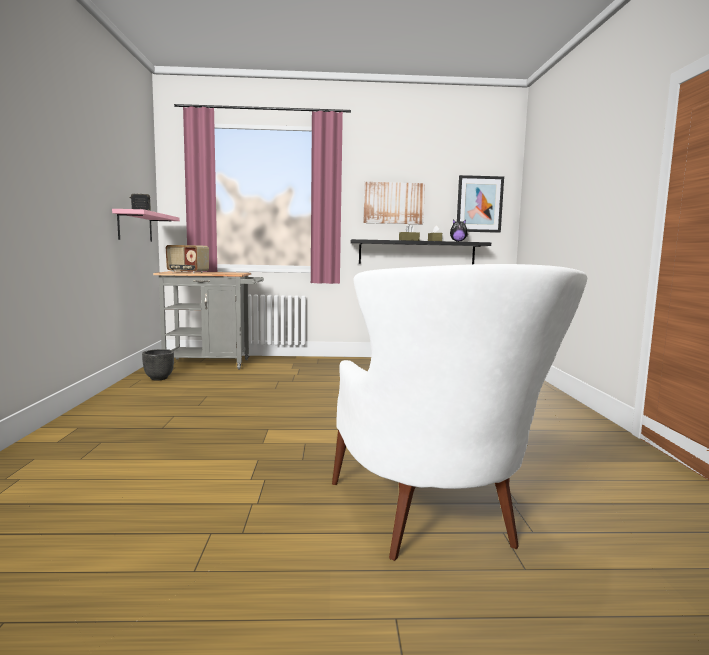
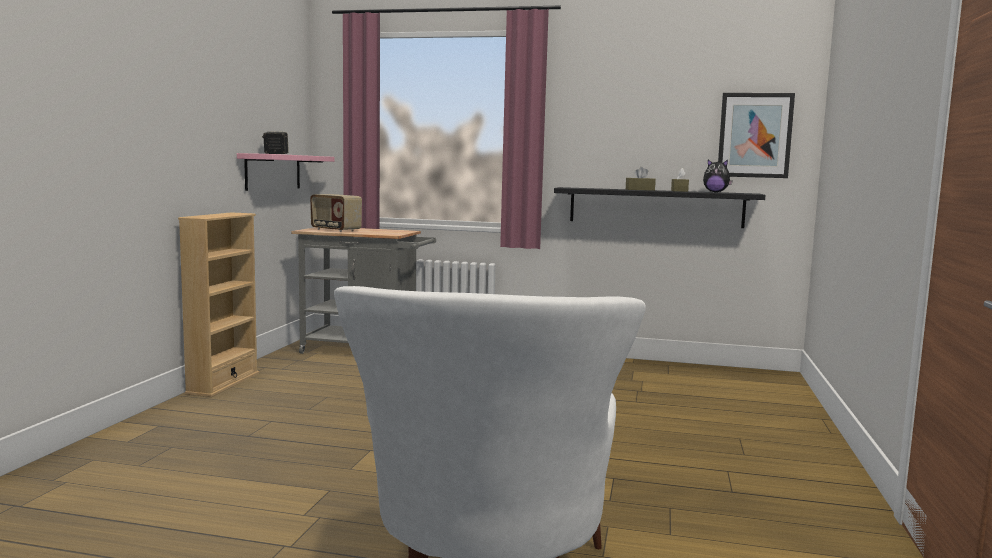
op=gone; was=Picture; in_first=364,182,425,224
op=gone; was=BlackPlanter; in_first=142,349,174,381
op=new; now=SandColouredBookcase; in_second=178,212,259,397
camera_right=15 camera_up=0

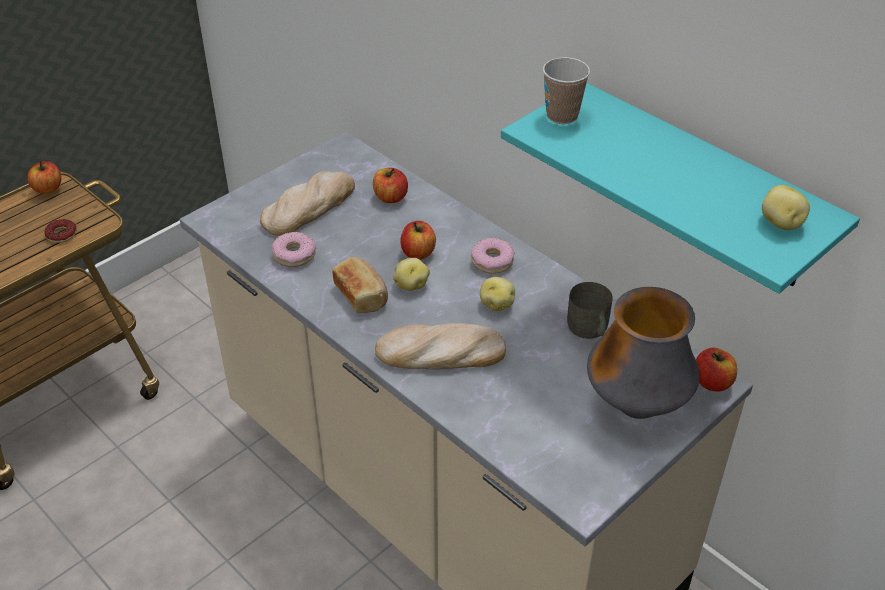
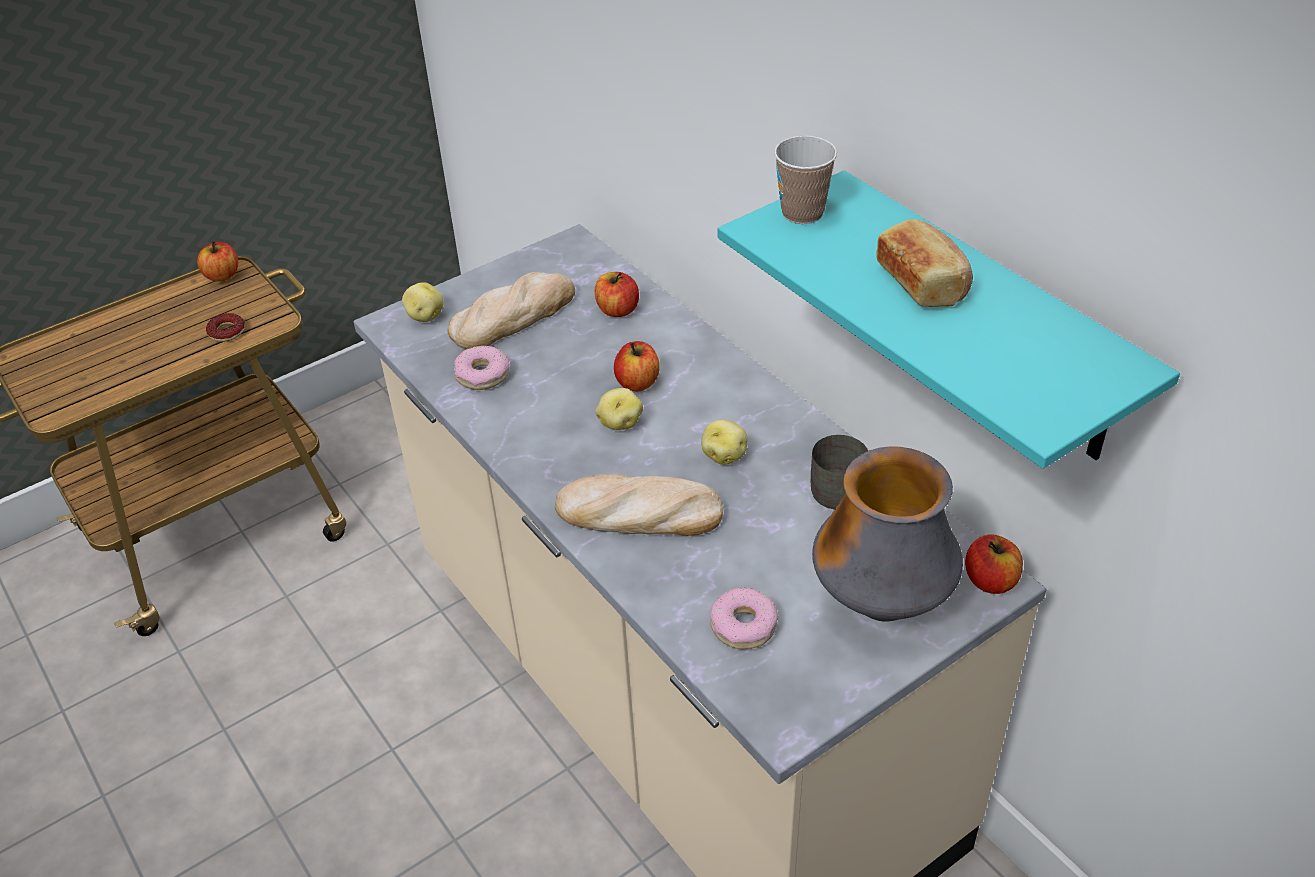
op=shifted; was=WholePotato; in_first=762,185,810,230; in_second=402,282,444,322
op=shifted; was=Doughnut; in_first=471,238,515,274; in_second=710,587,778,649
op=shifted; was=BakeryBread; in_first=332,257,388,313; in_second=876,219,973,307
camera_right=10 camera_up=0

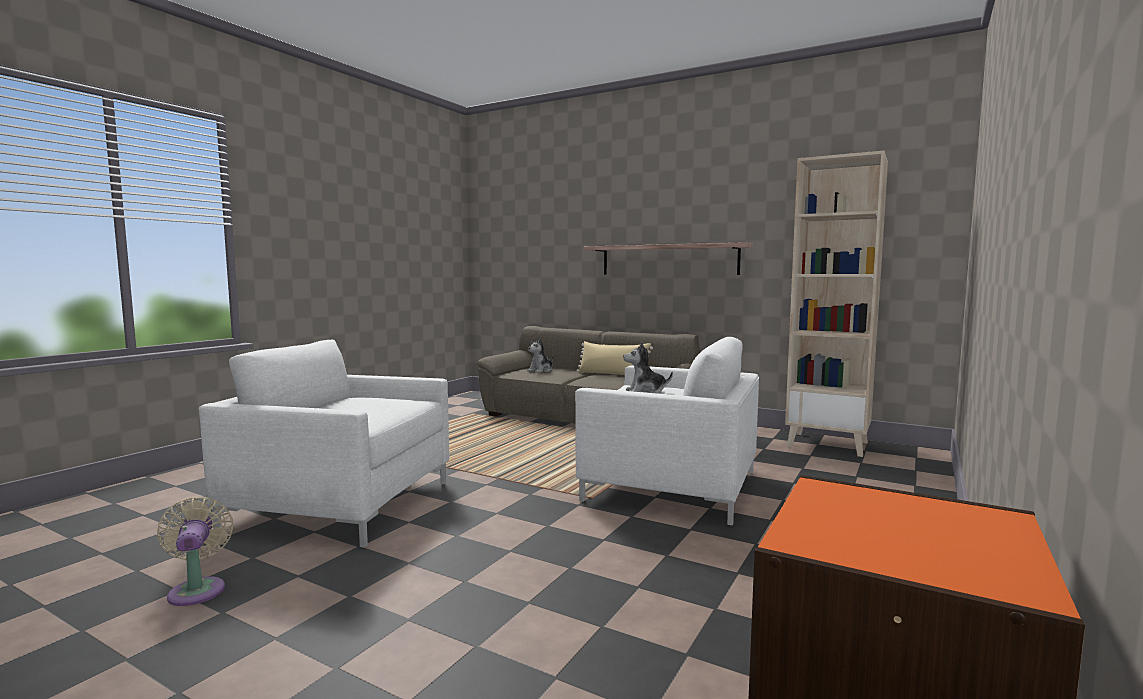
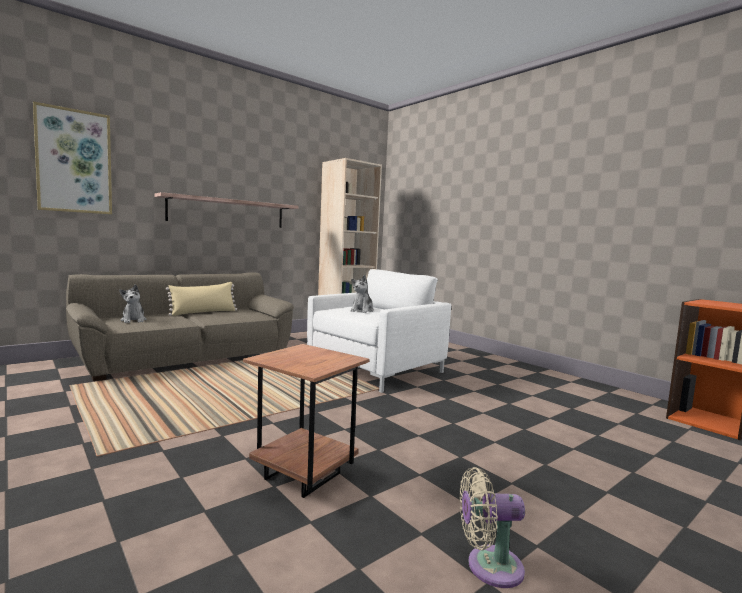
op=swapped; was=WhiteEasyChair; now=BrownishAccentTable; in_first=199,339,449,548; in_second=243,344,370,498
op=new; now=Picture; in_second=33,101,112,214
camera_right=-70 camera_up=0

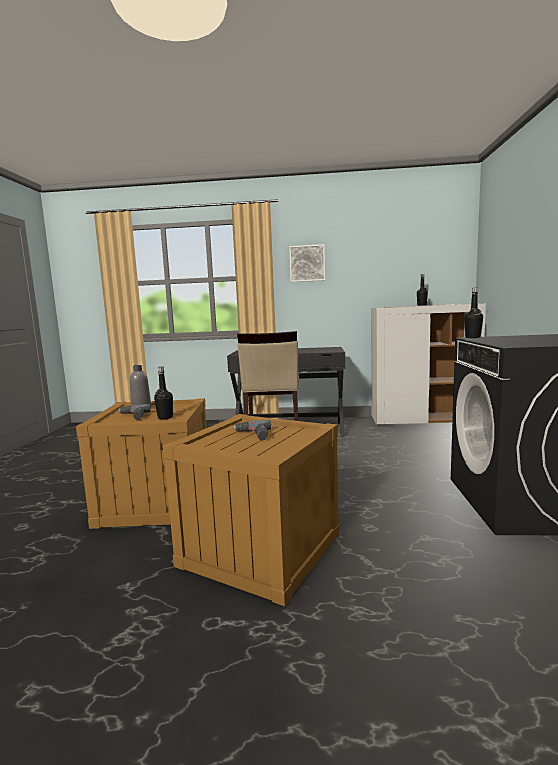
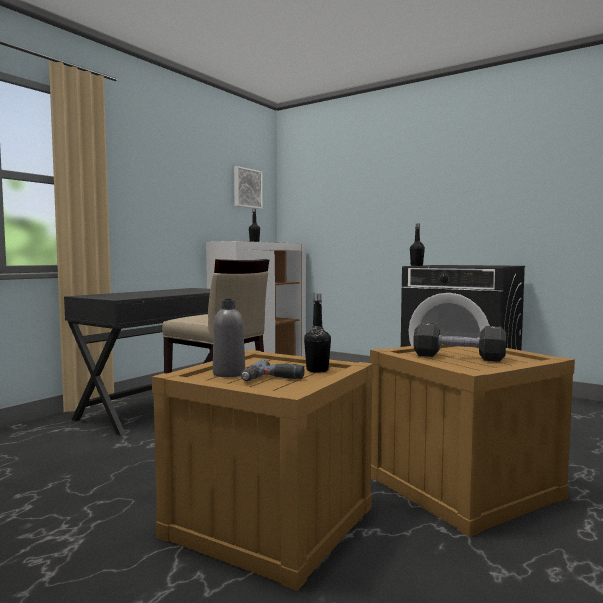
op=shifted; was=Picture; in_first=289,244,325,282; in_second=234,166,263,209
op=swapped; was=PowerDrill; now=BlackHandWeight; in_first=233,420,271,440; in_second=413,323,506,362
camera_right=-60 camera_up=-5

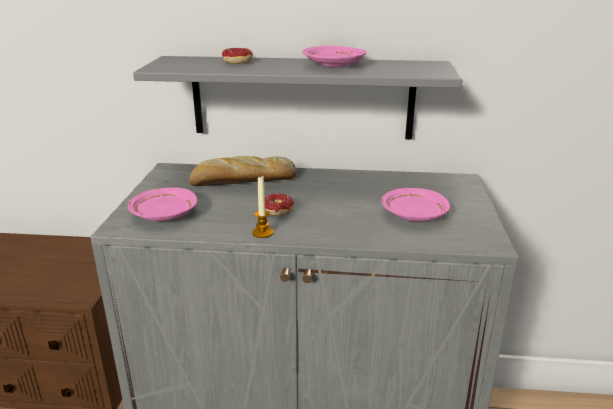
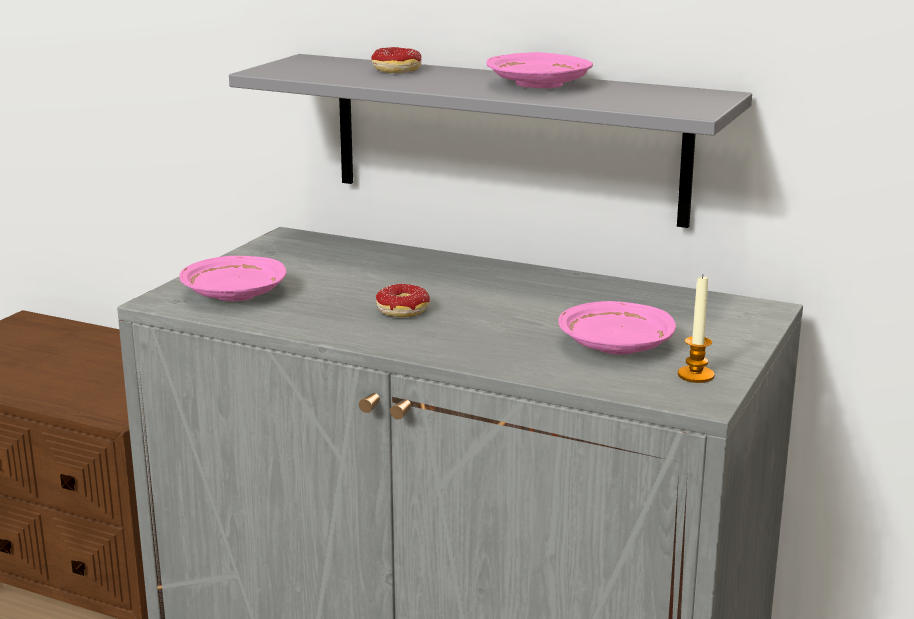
op=gone; was=BakeryBread; in_first=189,156,296,186
op=shifted; was=WaxLight; in_first=252,175,274,238; in_second=678,275,715,383
camera_right=20 camera_up=-5

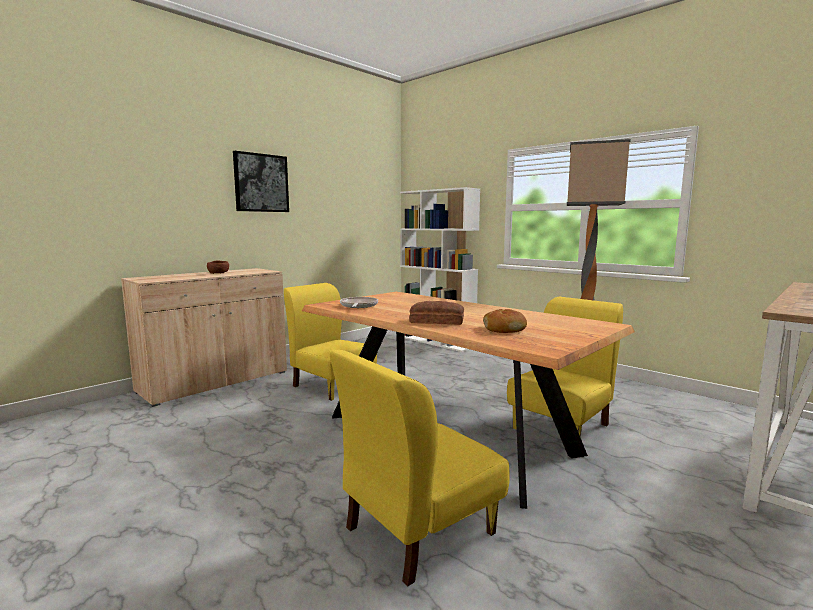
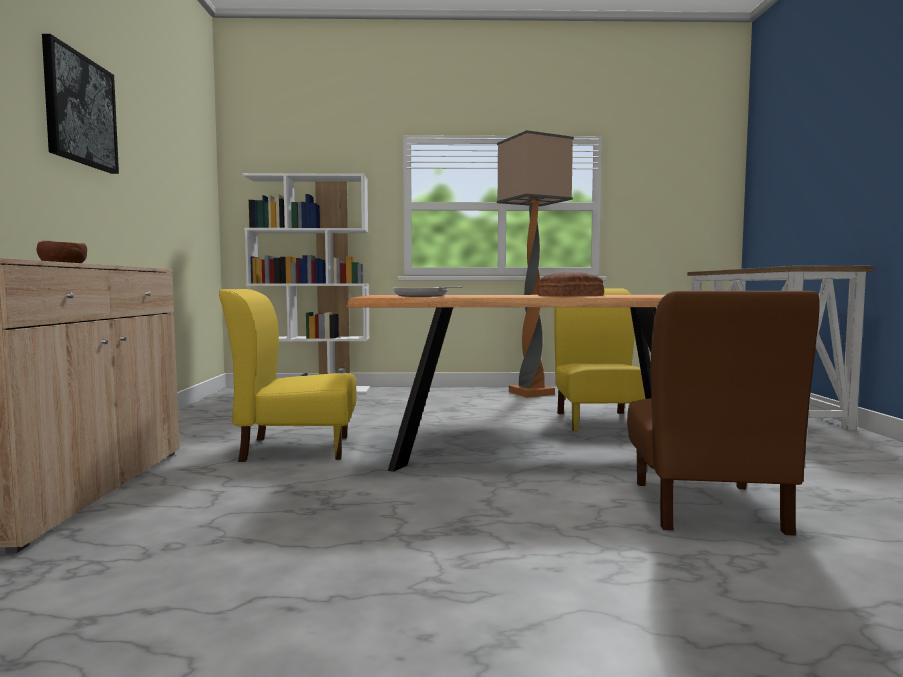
op=gone; was=BakeryBread; in_first=483,309,527,333
op=repainted; was=YellowColouredChair; now=BrownishChair; in_first=330,350,509,586; in_second=627,291,820,536
camera_right=-45 camera_up=-5

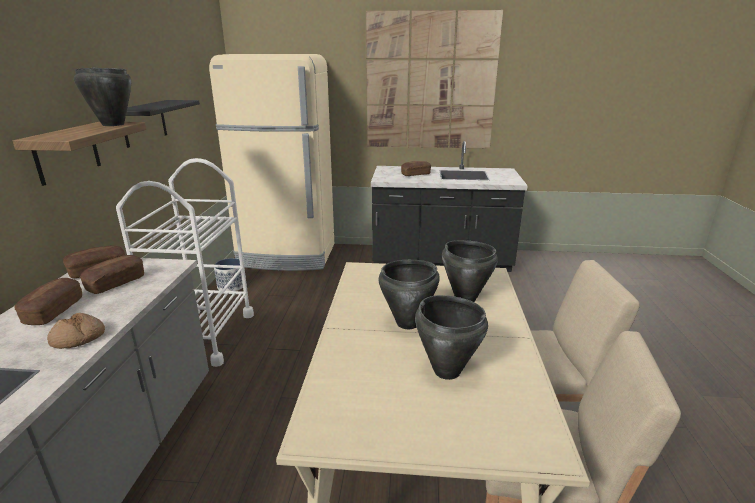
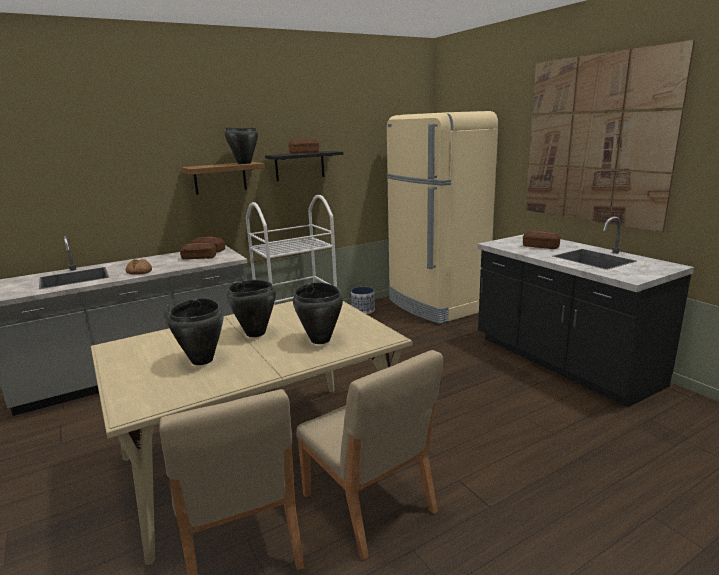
op=shifted; was=BakeryBread; in_first=14,278,82,325; in_second=288,139,319,154
camera_right=55 camera_up=-5

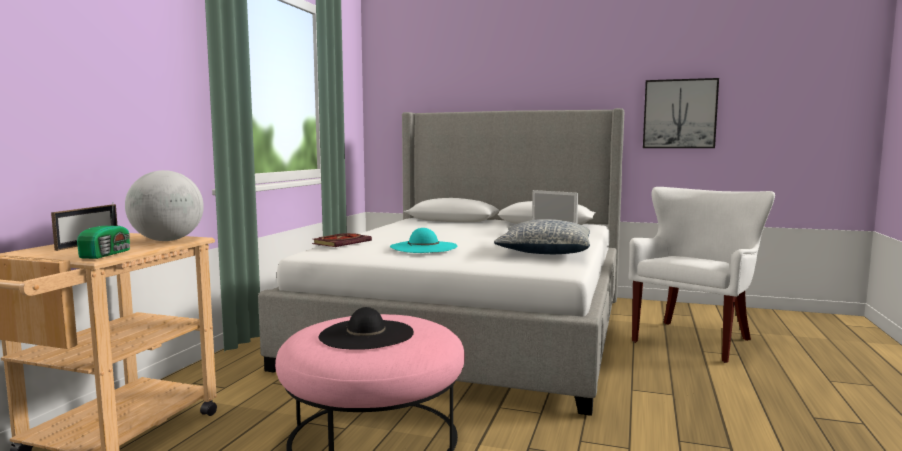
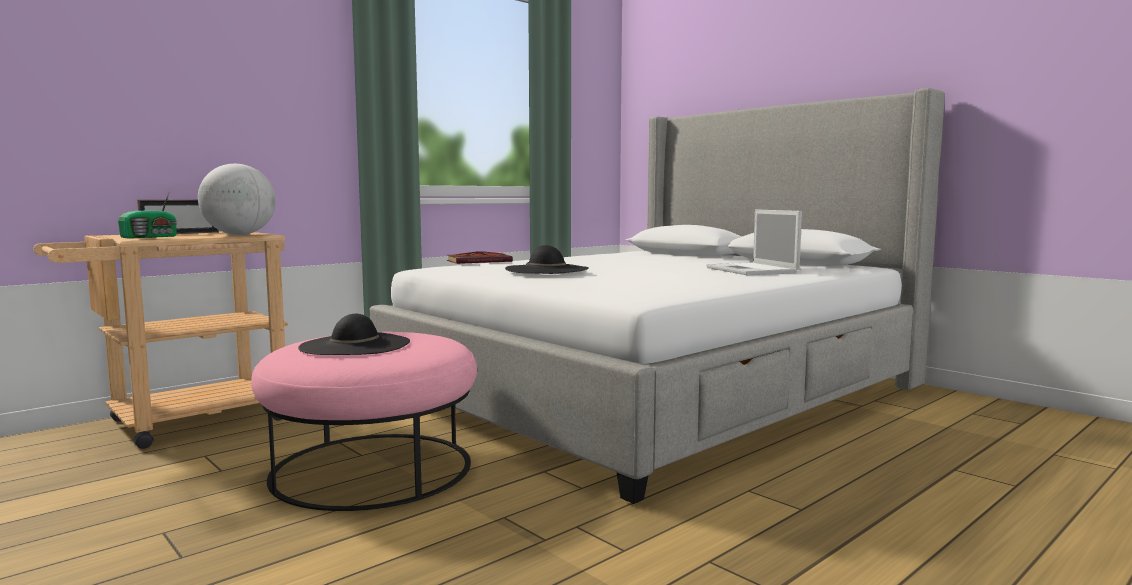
op=gone; was=Picture; in_first=643,78,719,148
op=gone; was=WhiteEasyChair; in_first=629,187,775,363
op=gone; was=Pillow; in_first=494,219,590,254
op=repainted; was=TurquoiseWearableHat; now=BlackWearableHat; in_first=390,228,457,253; in_second=505,245,589,274
camera_right=30 camera_up=0

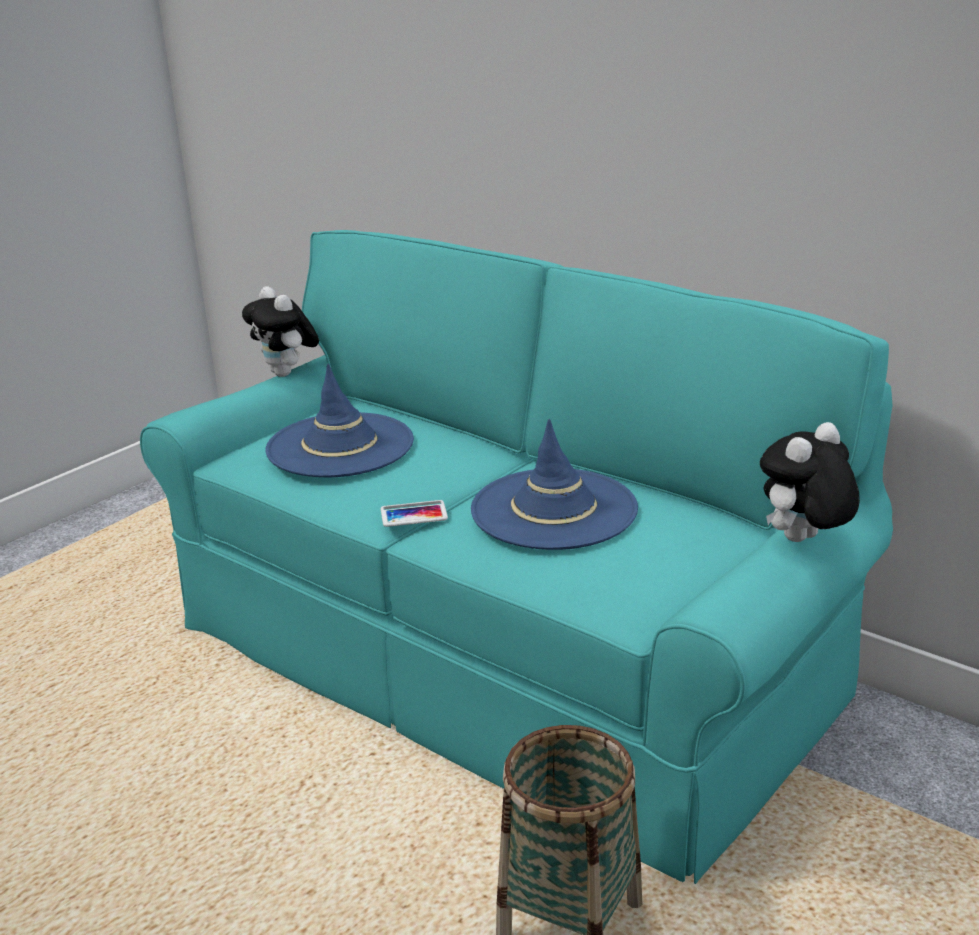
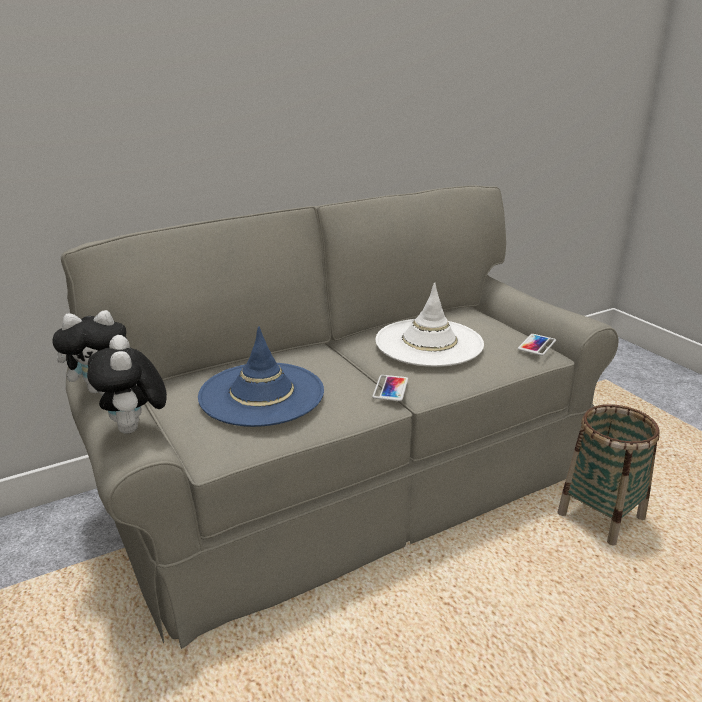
op=repainted; was=TurquoiseSofa; now=GreyishSofa; in_first=140,230,893,884; in_second=61,185,618,649
op=repainted; was=BlueWearableHat; now=WhiteWearableHat; in_first=471,419,638,550; in_second=376,282,484,367
op=shifted; was=SoftToy; in_first=760,422,860,542; in_second=87,335,167,434
op=new; now=Phone; in_second=518,334,556,356
camera_right=-70 camera_up=0

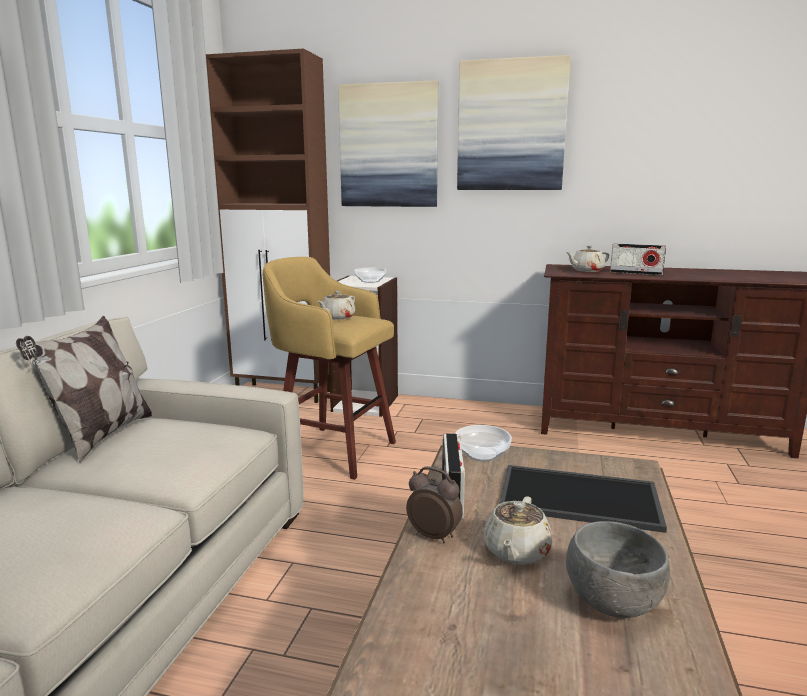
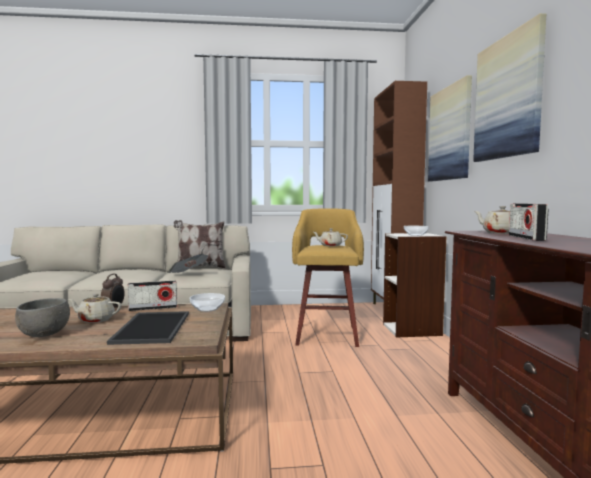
op=new; now=Newspaper; in_second=168,254,208,273
camera_right=70 camera_up=-10

